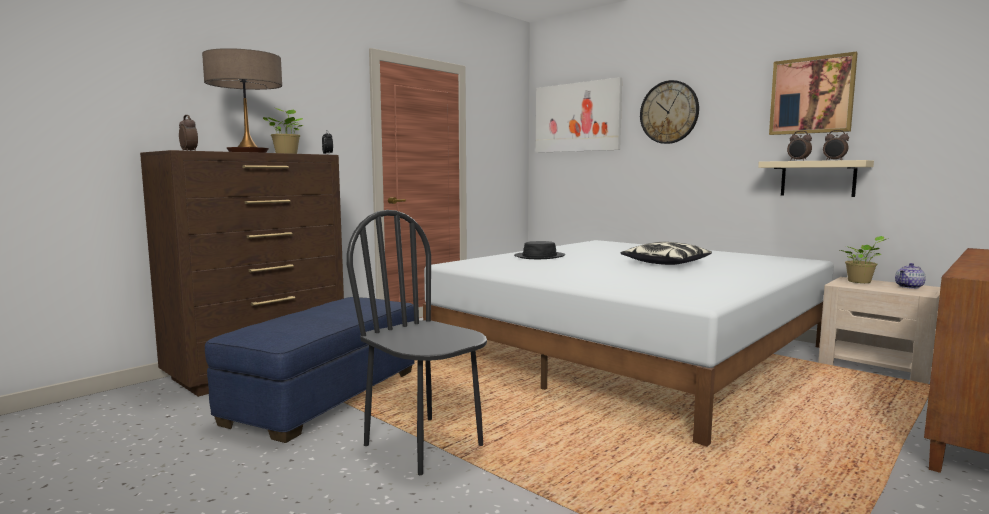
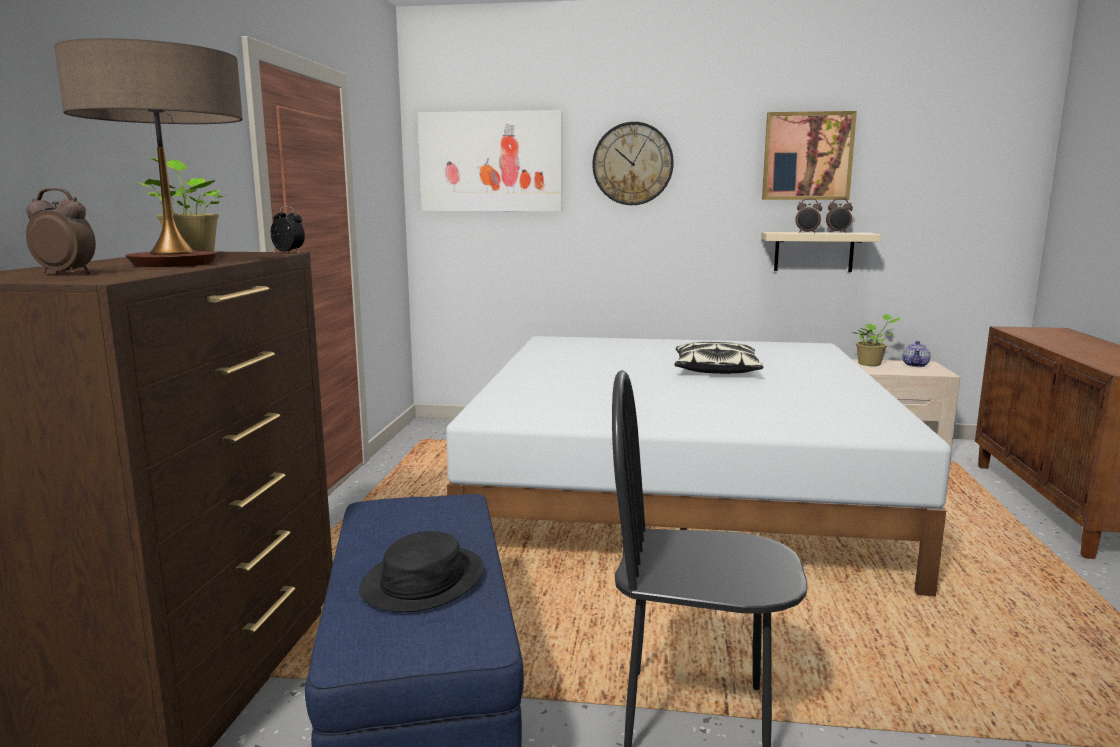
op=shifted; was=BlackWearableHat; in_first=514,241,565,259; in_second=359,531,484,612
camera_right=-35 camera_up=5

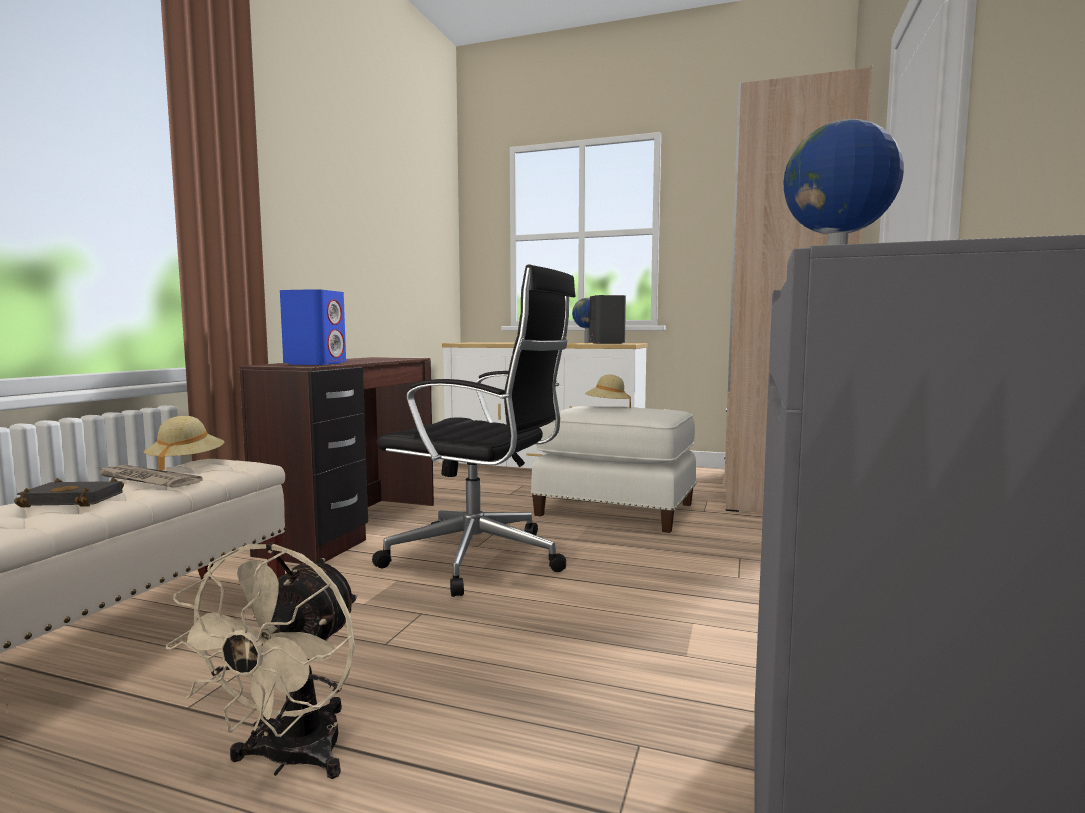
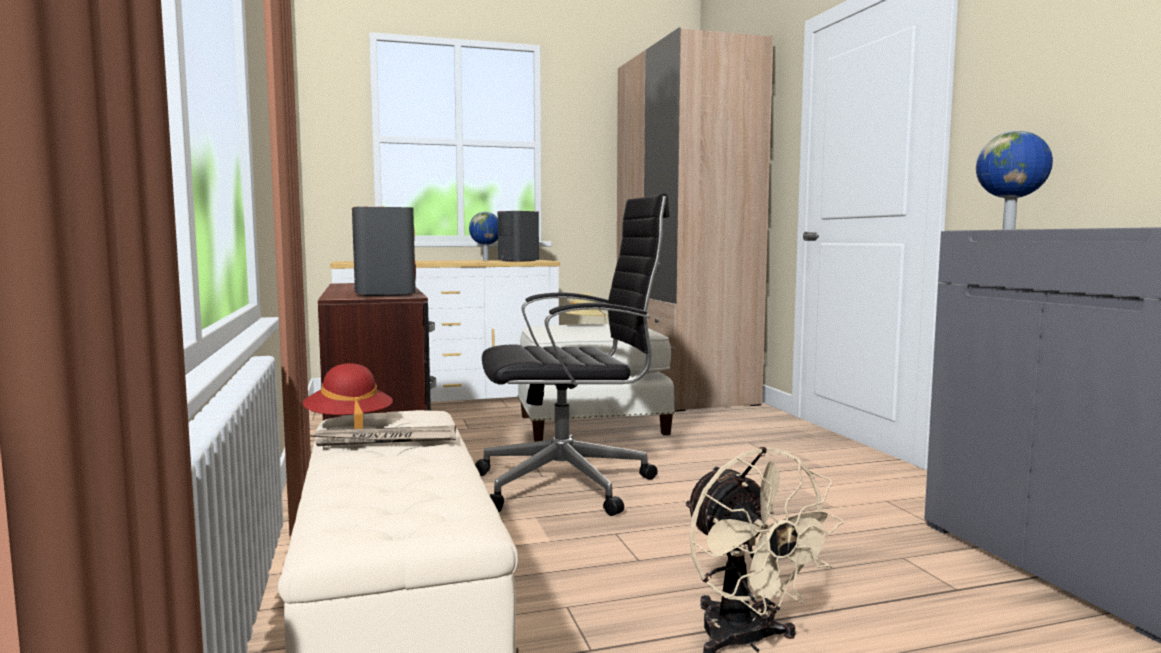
op=repainted; was=BlueLoudspeaker; now=GreyishLoudspeaker; in_first=280,289,346,365; in_second=352,207,416,296
op=repainted; was=SandColouredWearableHat; now=RedColouredWearableHat; in_first=144,416,224,471; in_second=303,363,393,429
op=gone; was=BlackBoundBook; in_first=14,477,124,507
camera_right=-35 camera_up=0

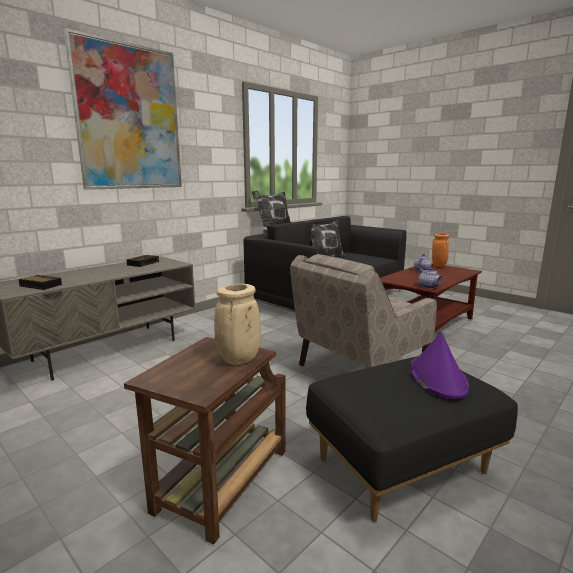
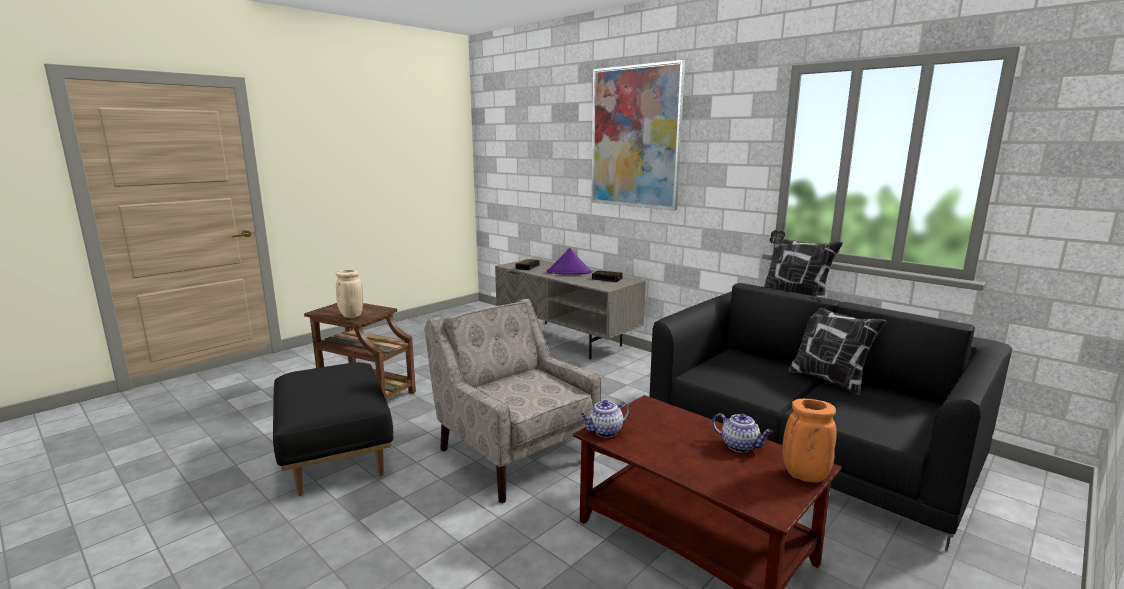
op=shifted; was=PurpleWearableHat; in_first=410,332,469,399; in_second=547,248,591,275
camera_right=90 camera_up=0

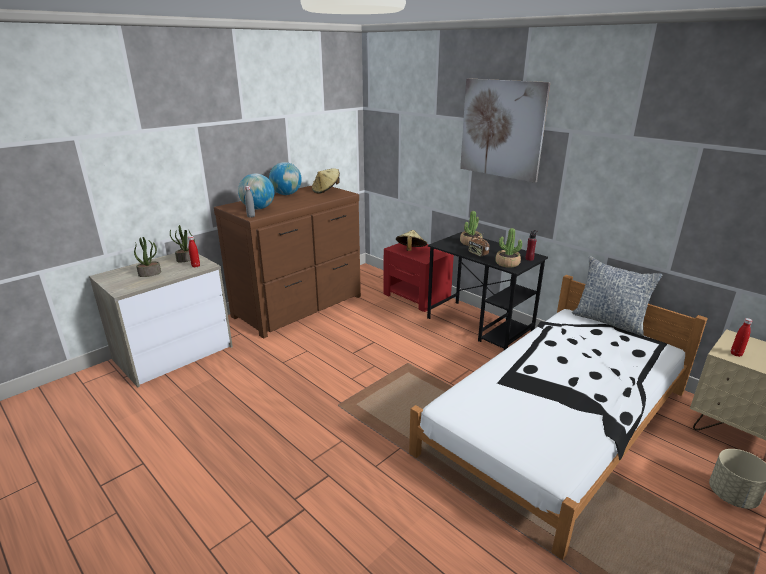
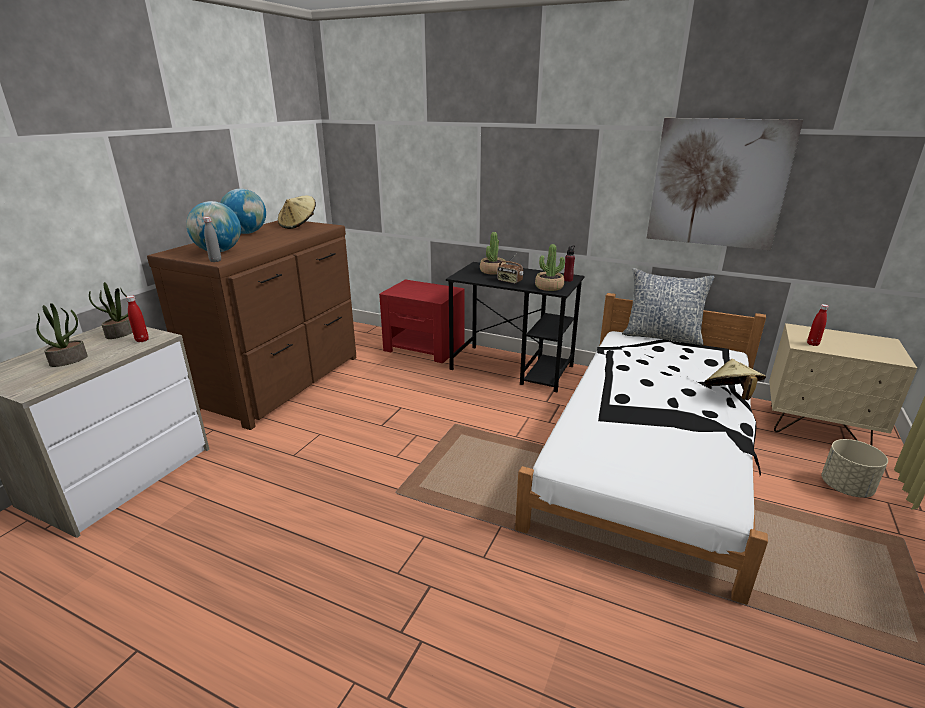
op=shifted; was=Picture; in_first=460,78,550,183; in_second=647,118,803,250
op=shifted; was=SandColouredWearableHat; in_first=396,230,427,251; in_second=704,359,766,400
camera_right=-20 camera_up=0

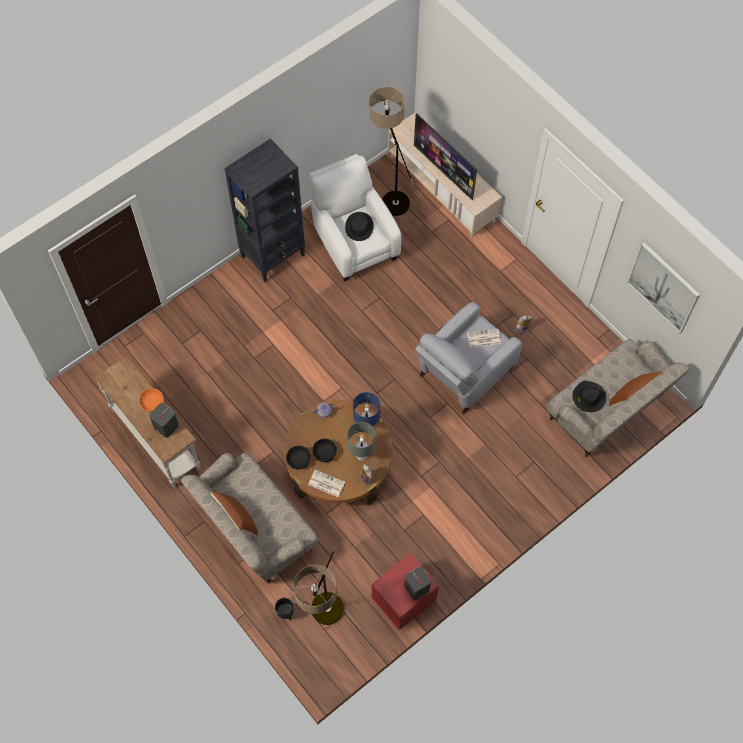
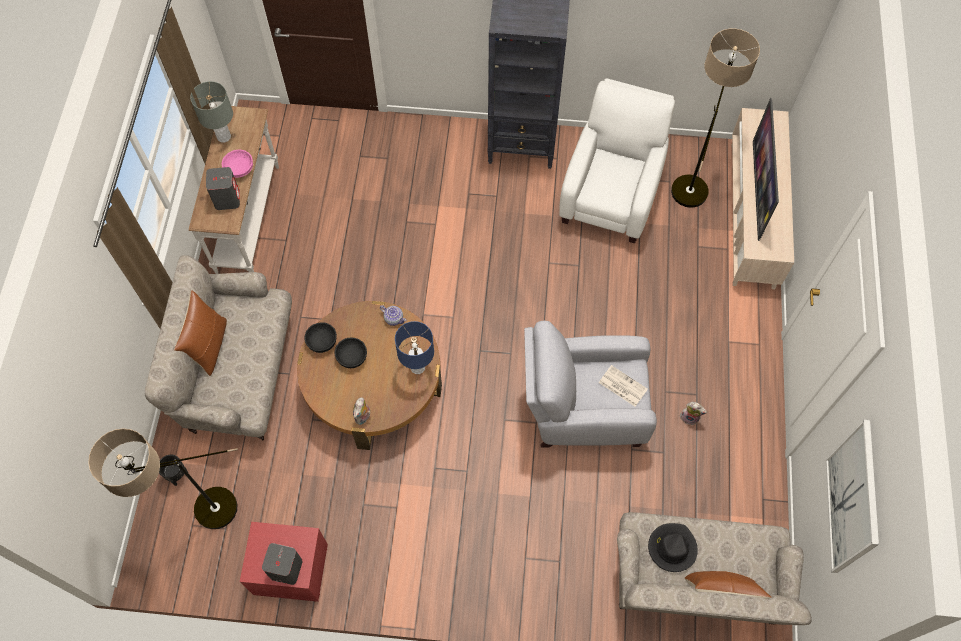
op=gone; was=BlackWearableHat; in_first=345,212,374,241
op=repainted; was=OrangeBowl; now=PinkColouredBowl; in_first=139,388,164,412; in_second=222,150,253,178
op=shifted; was=GreyishTabletopLamp; in_first=347,422,376,461; in_second=190,81,233,143
op=gone; was=Newspaper; in_first=308,470,345,497
camera_right=45 camera_up=0

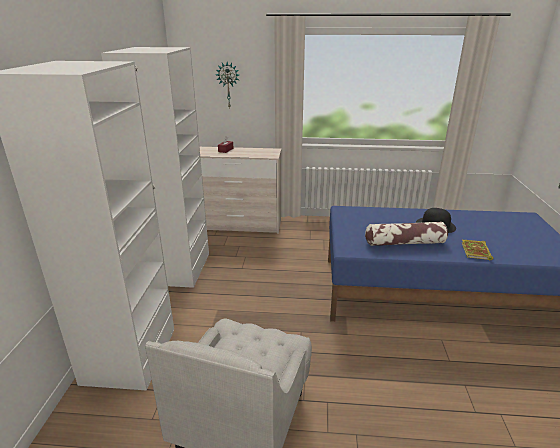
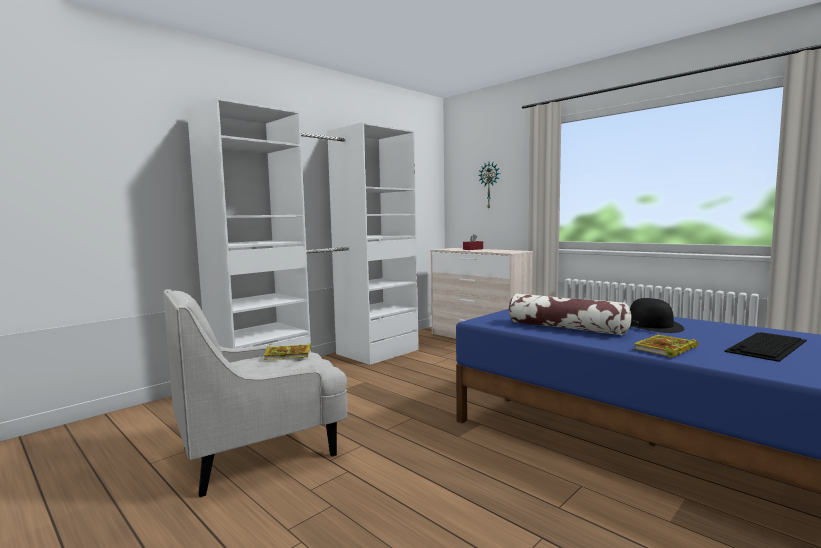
op=new; now=Keyboard; in_second=724,332,807,362
op=new; now=BoundBook; in_second=263,343,311,360
camera_right=40 camera_up=-20

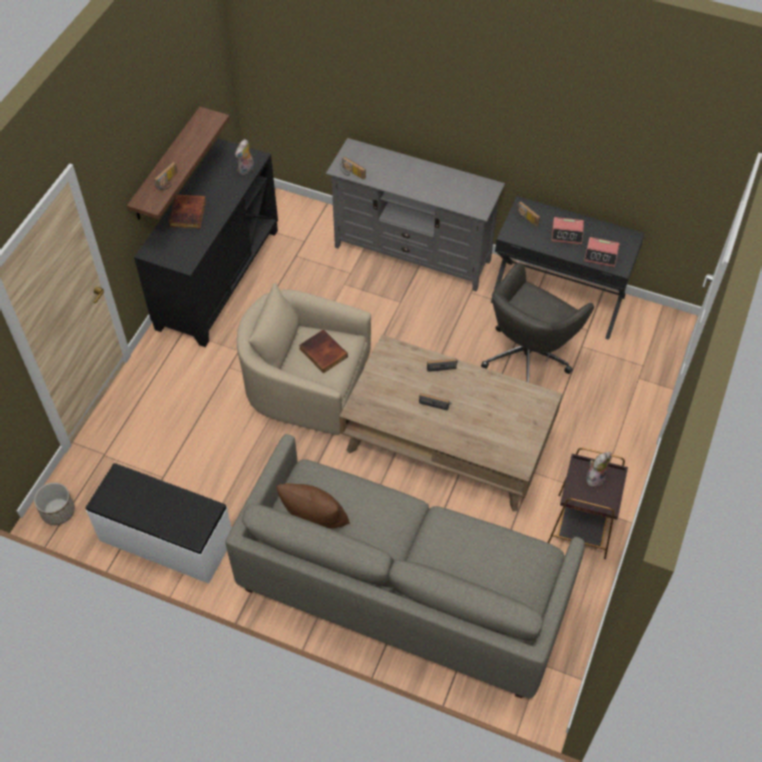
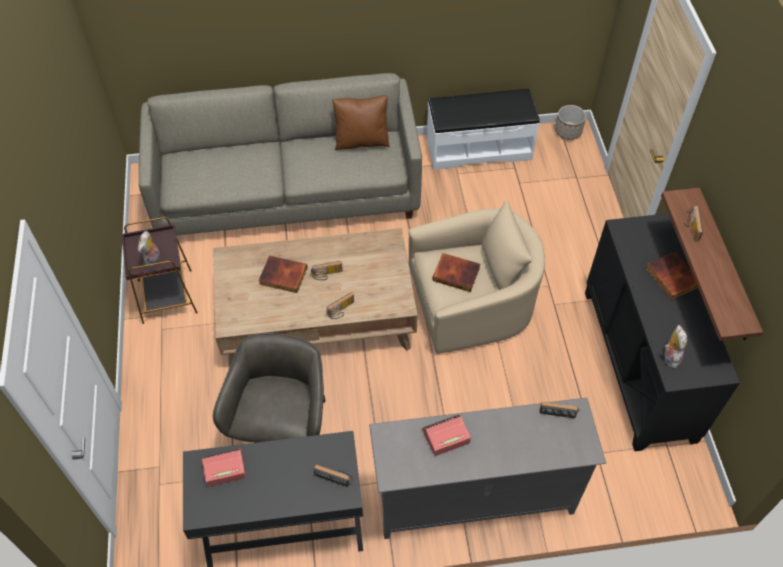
op=shifted; was=BedsideClock; in_first=551,217,584,244; in_second=422,415,471,456
op=new; now=BoundBook; in_second=258,256,307,293
camera_right=150 camera_up=0

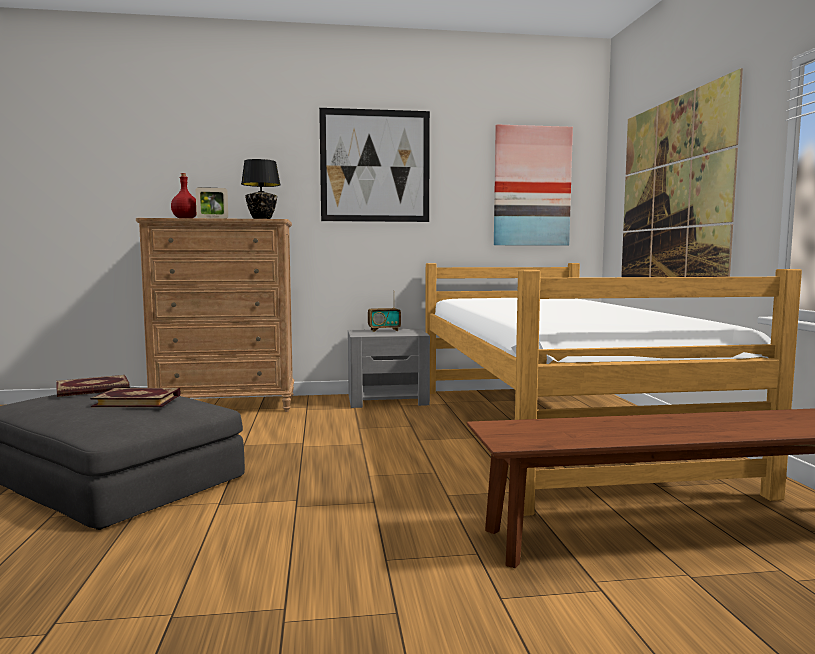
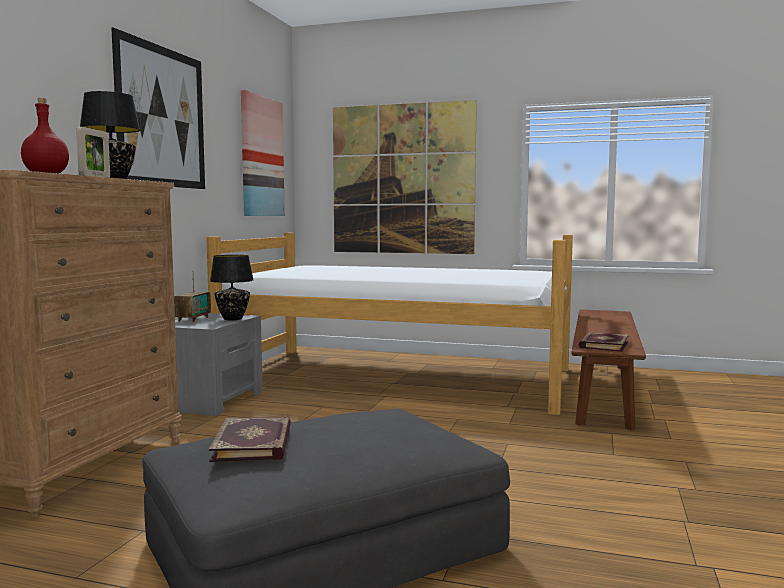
op=shifted; was=BoundBook; in_first=90,388,181,407; in_second=579,332,629,352
op=new; now=BlackTabletopLamp; in_second=210,255,253,320
camera_right=-65 camera_up=0

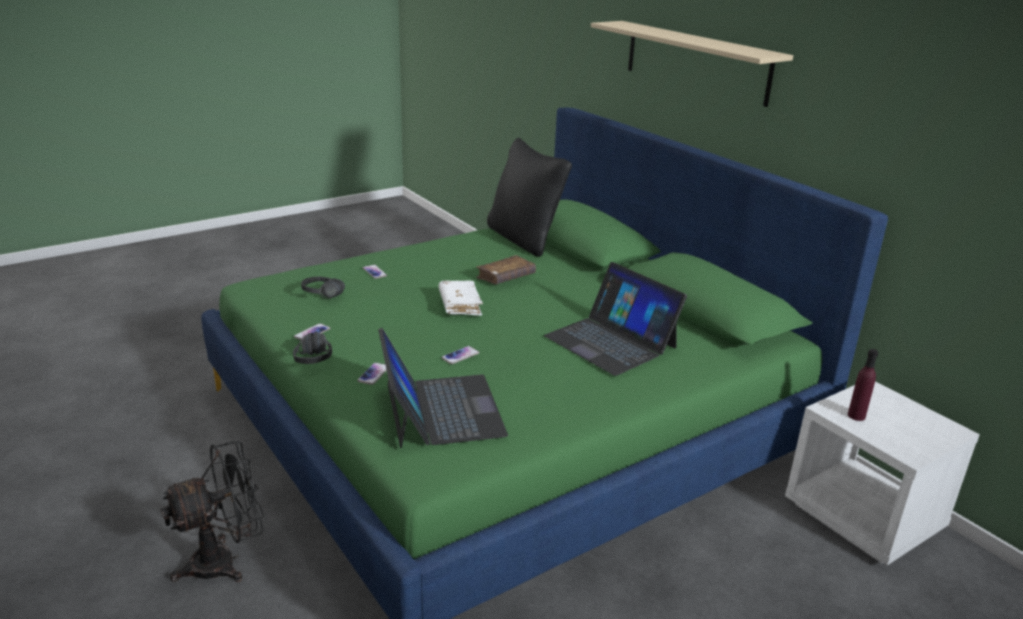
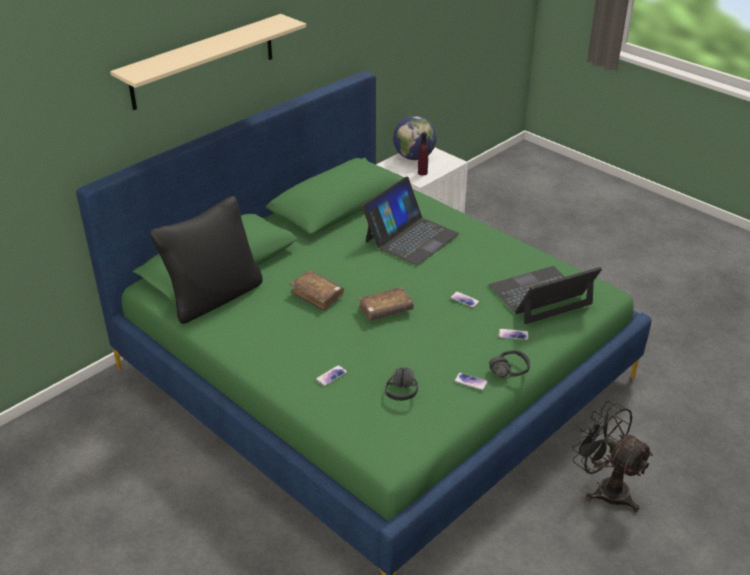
op=repainted; was=WhiteBoundBook; now=BrownishBoundBook; in_first=439,280,483,316; in_second=358,287,414,321
op=new; now=WorldGlobe; in_second=393,116,437,160
camera_right=-100 camera_up=10

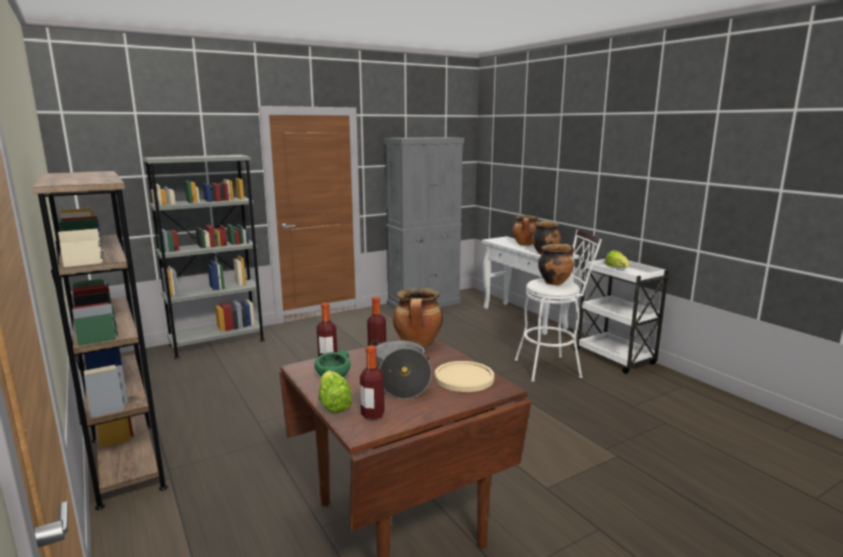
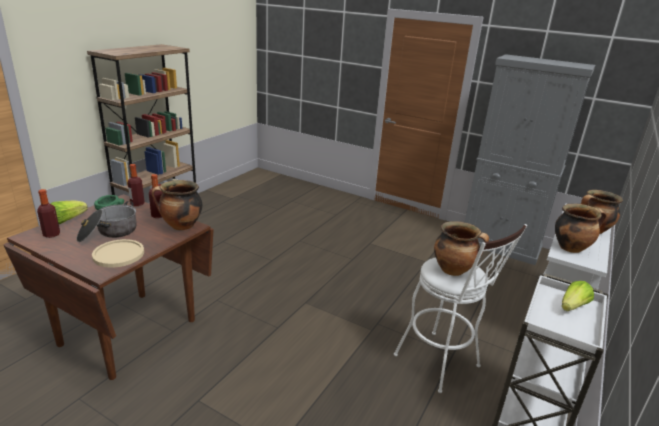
op=gone; was=GreyishBookcase; in_first=143,155,265,359
camera_right=60 camera_up=10

